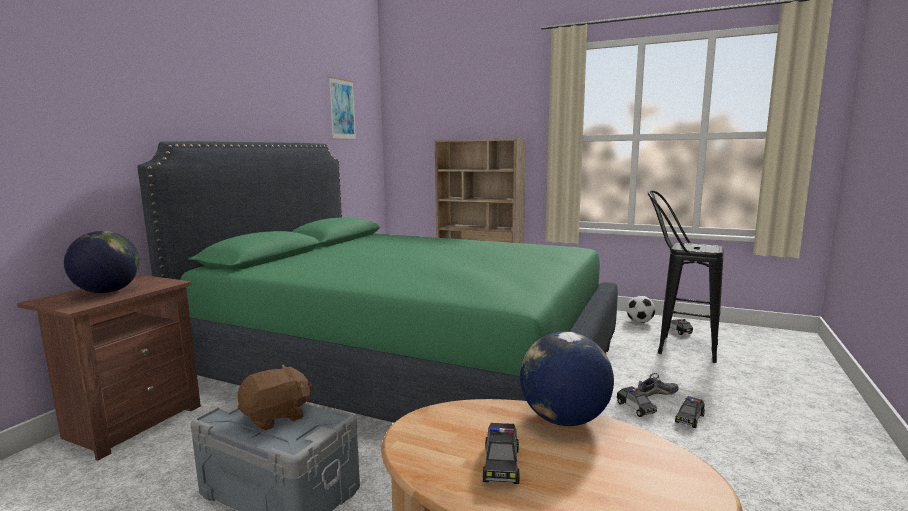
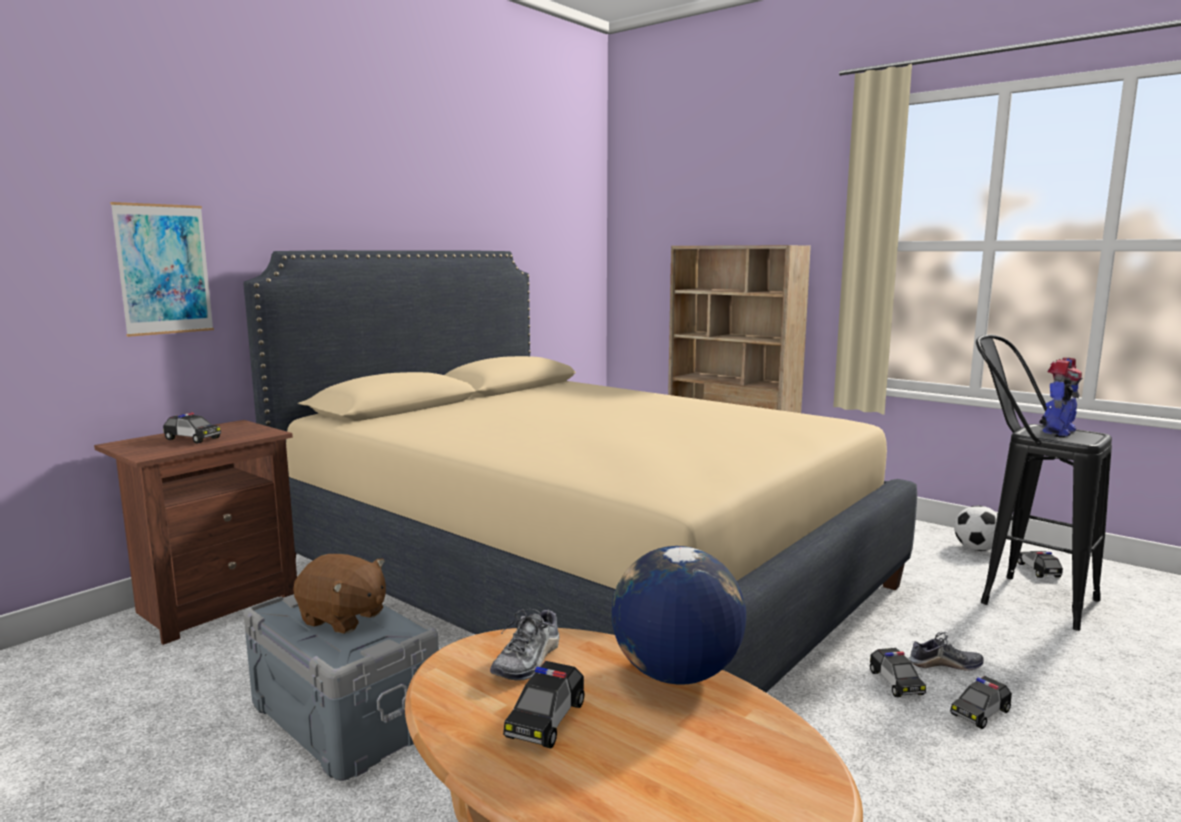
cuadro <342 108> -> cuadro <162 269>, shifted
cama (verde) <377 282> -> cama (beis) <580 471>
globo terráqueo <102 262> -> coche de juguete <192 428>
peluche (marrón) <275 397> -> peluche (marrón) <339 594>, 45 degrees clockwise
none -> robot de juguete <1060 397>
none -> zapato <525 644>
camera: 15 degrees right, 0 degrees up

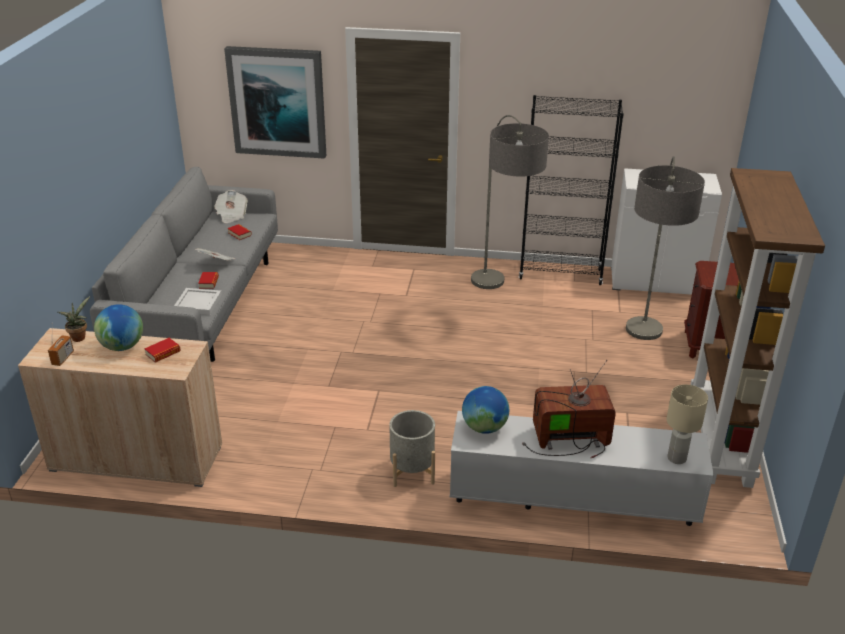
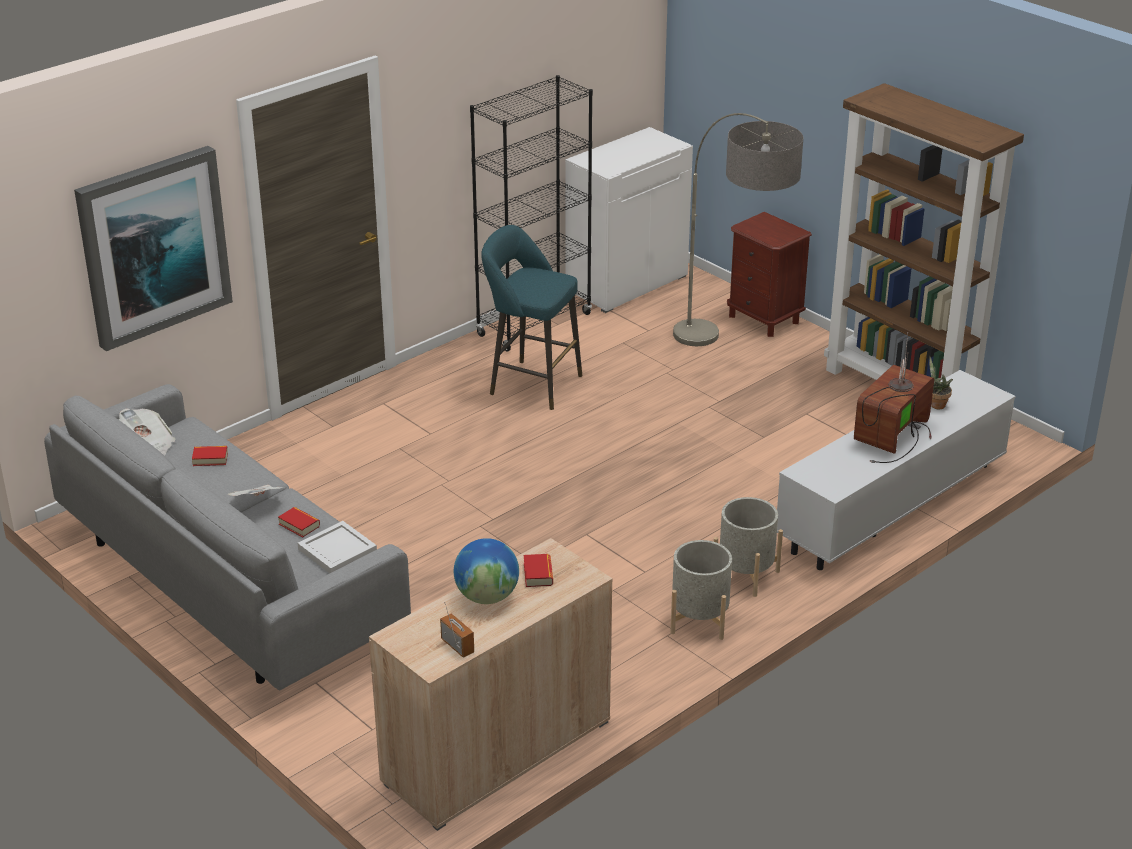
lámpara de pie <510 202> -> taburete (turquesa) <531 317>
planta en maceta <74 319> -> planta en maceta <941 382>, shifted
lámpara de mesa (beis) <687 424> -> none
globo terráqueo <485 410> -> none
none -> maceta (gris) <701 590>
camera: 50 degrees left, 0 degrees up

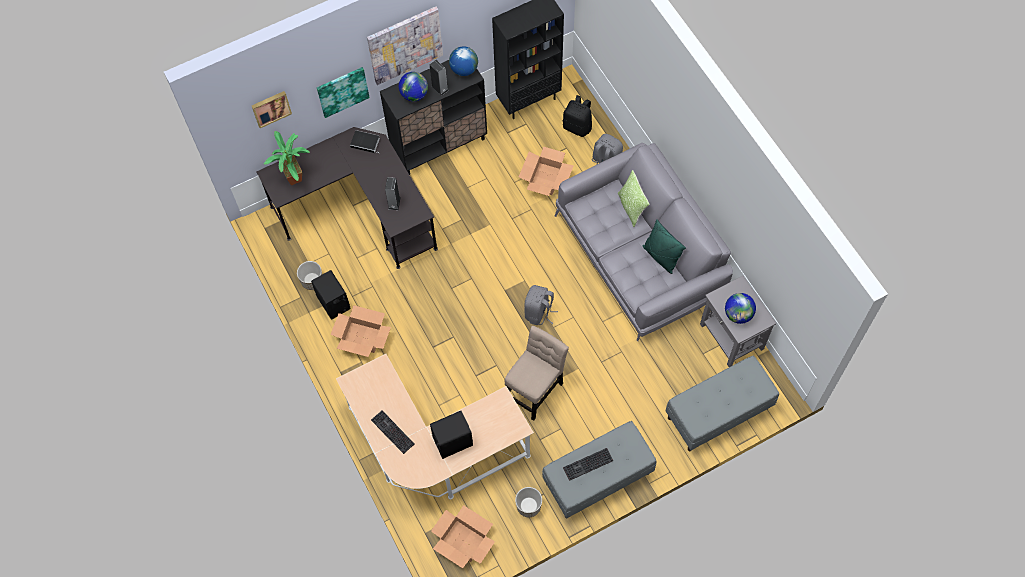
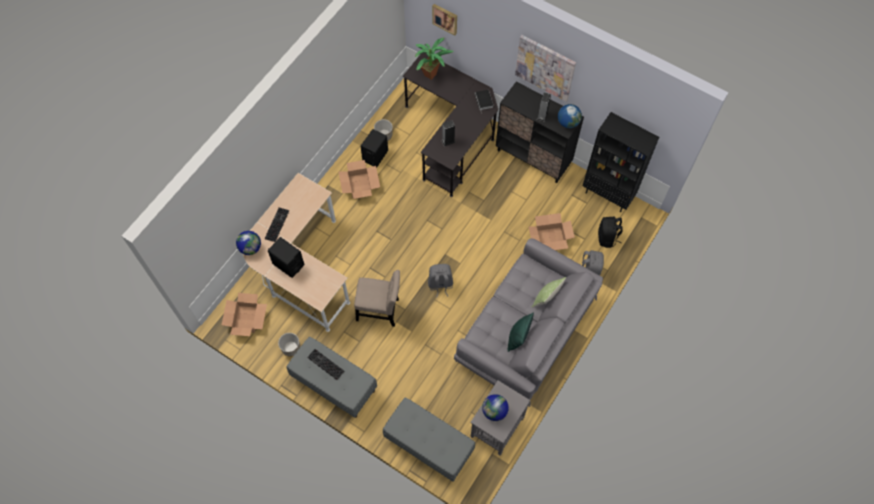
cuadro <343 92> -> none
globo terráqueo <413 86> -> globo terráqueo <248 243>, shifted
camera: 60 degrees right, 0 degrees up

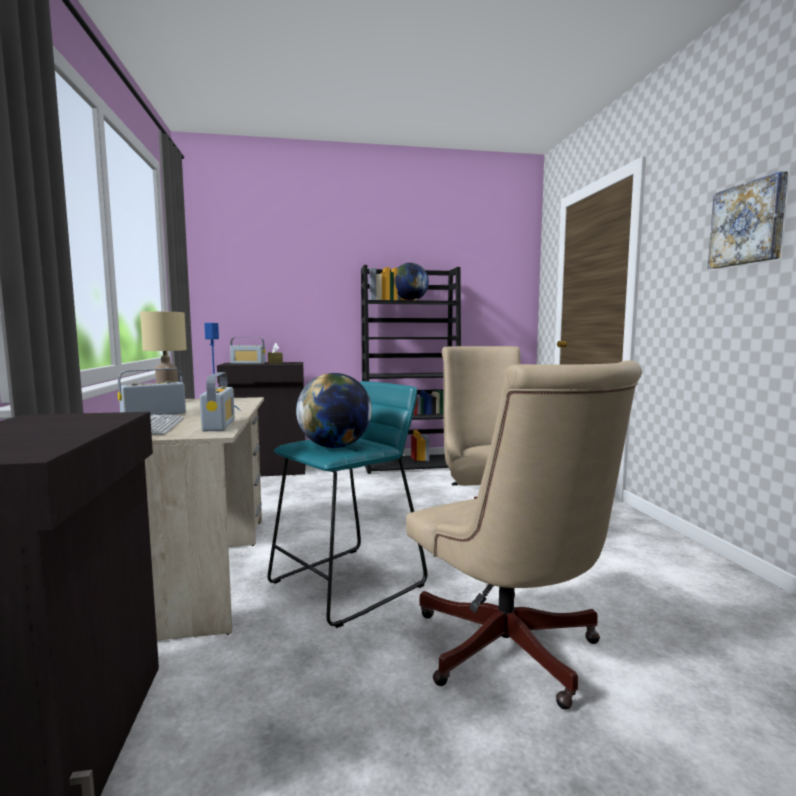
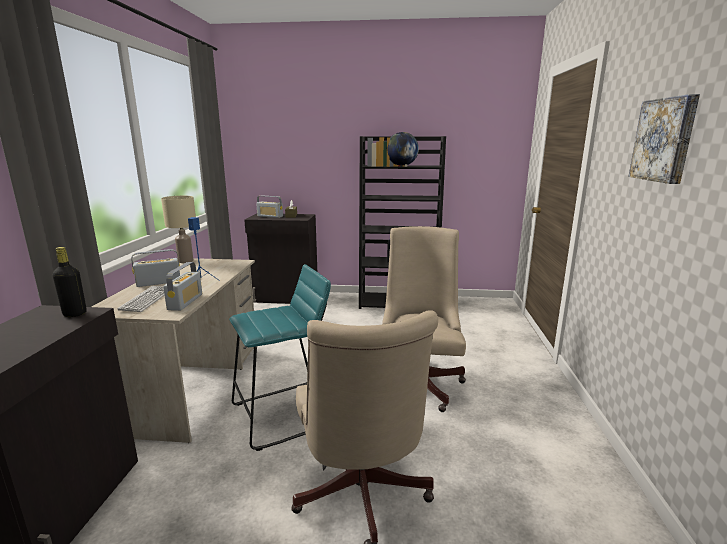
globo terráqueo <334 410> -> none
none -> botella (negro) <70 282>
camera: 15 degrees right, 10 degrees up

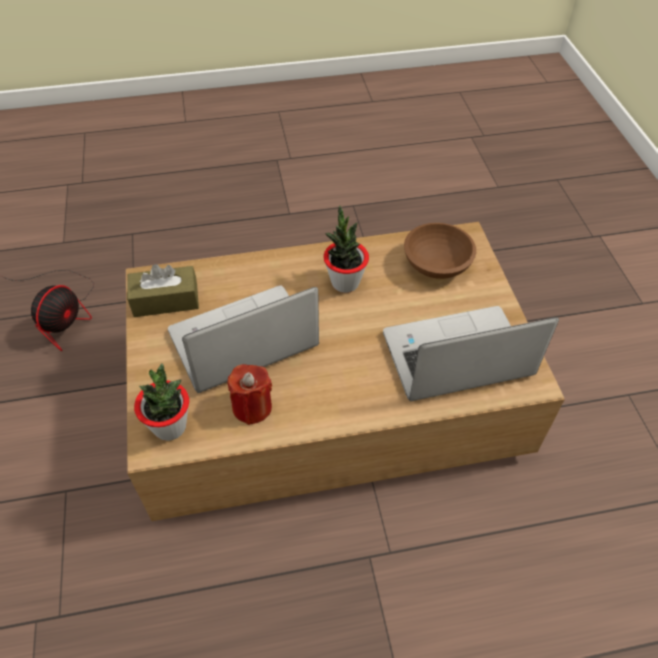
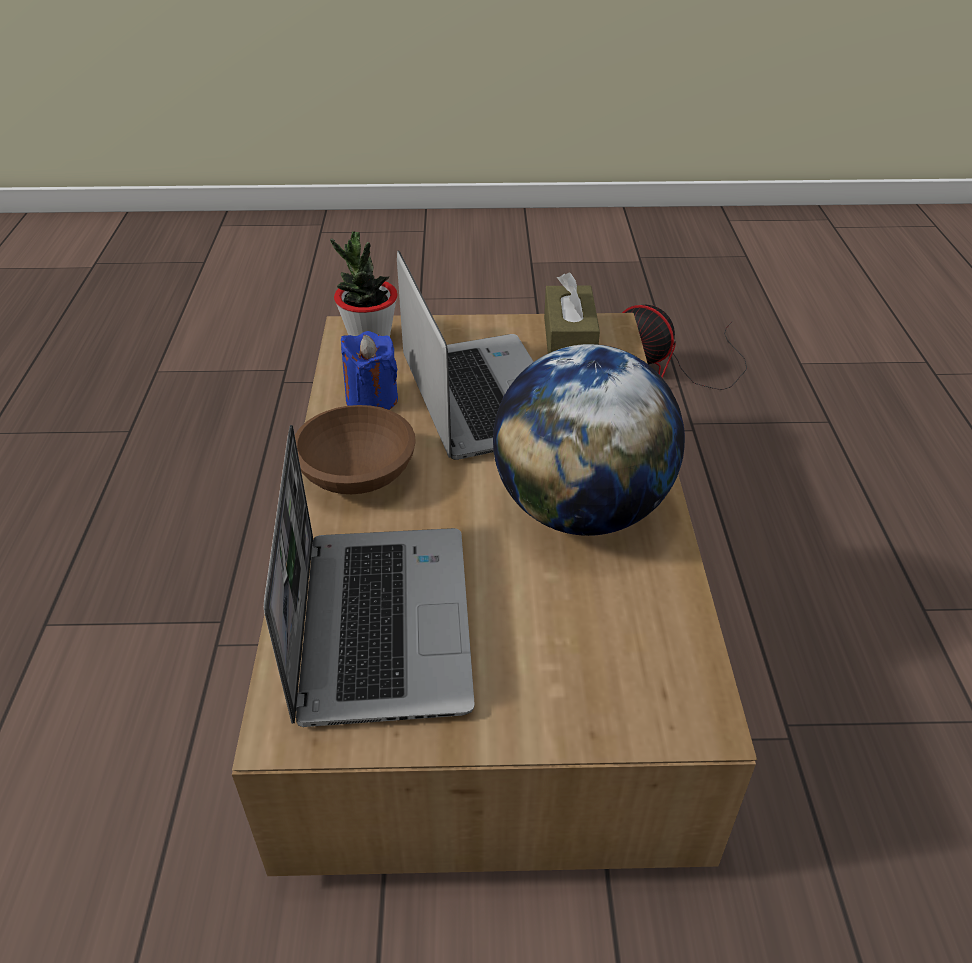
planta en maceta <346 249> -> globo terráqueo <589 440>
cuenco (marrón) <440 251> -> cuenco (marrón) <355 449>, shifted
vela (rojo) <250 394> -> vela (azul) <369 370>
camera: 100 degrees right, 10 degrees down

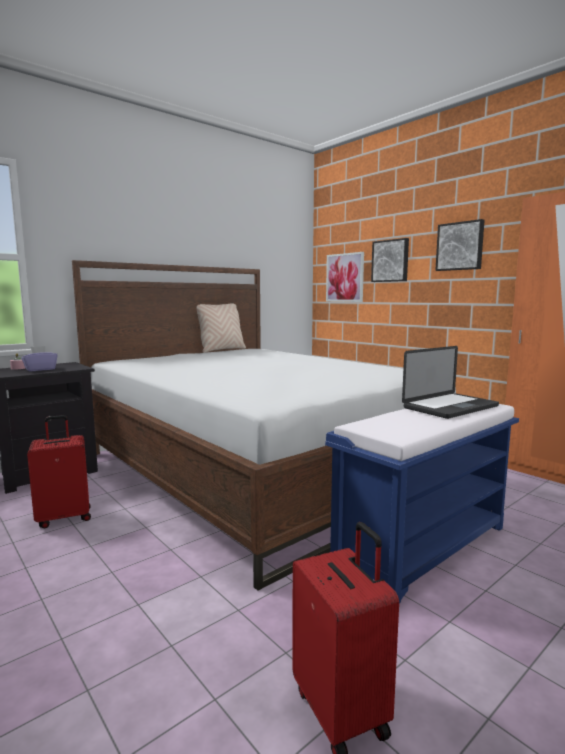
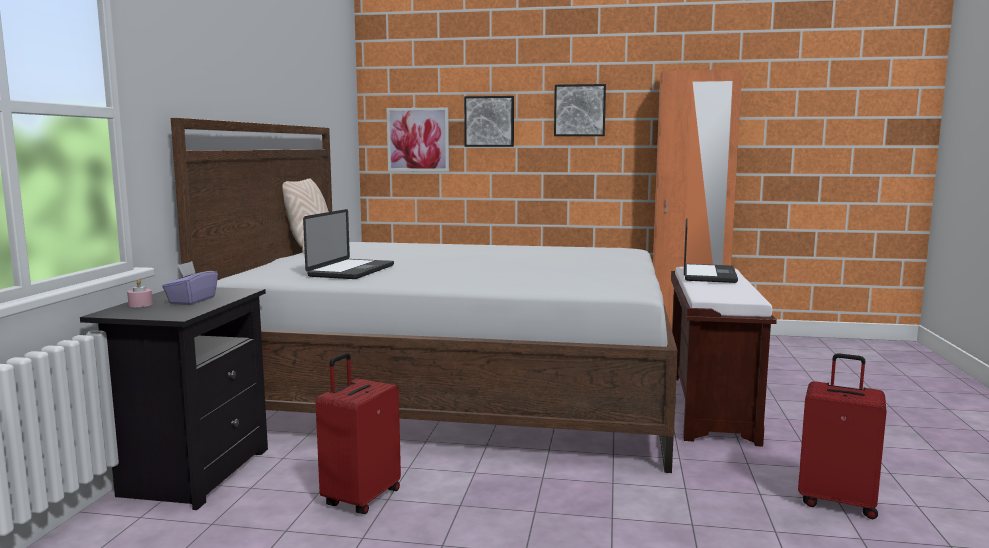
banco (azul) <422 503> -> banco (marrón) <724 357>
none -> portátil <348 244>
camera: 40 degrees left, 0 degrees up

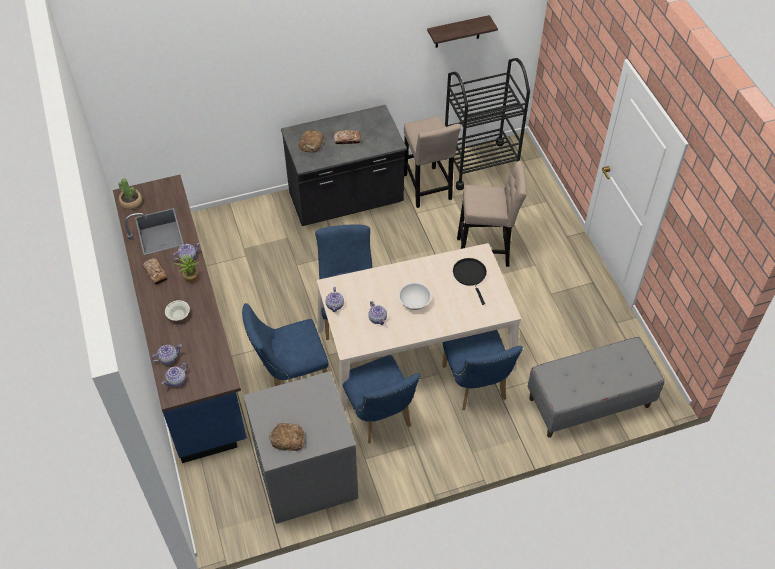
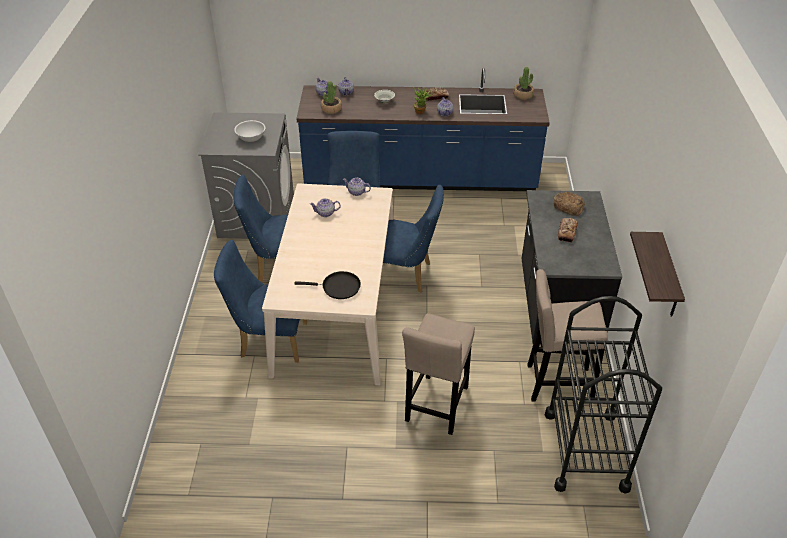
cuenco (blanco) <414 296> -> cuenco (blanco) <249 131>, shifted
banco (gris) <596 387> -> none
pan <287 437> -> none
none -> planta en maceta <331 97>
camera: 110 degrees right, 10 degrees down

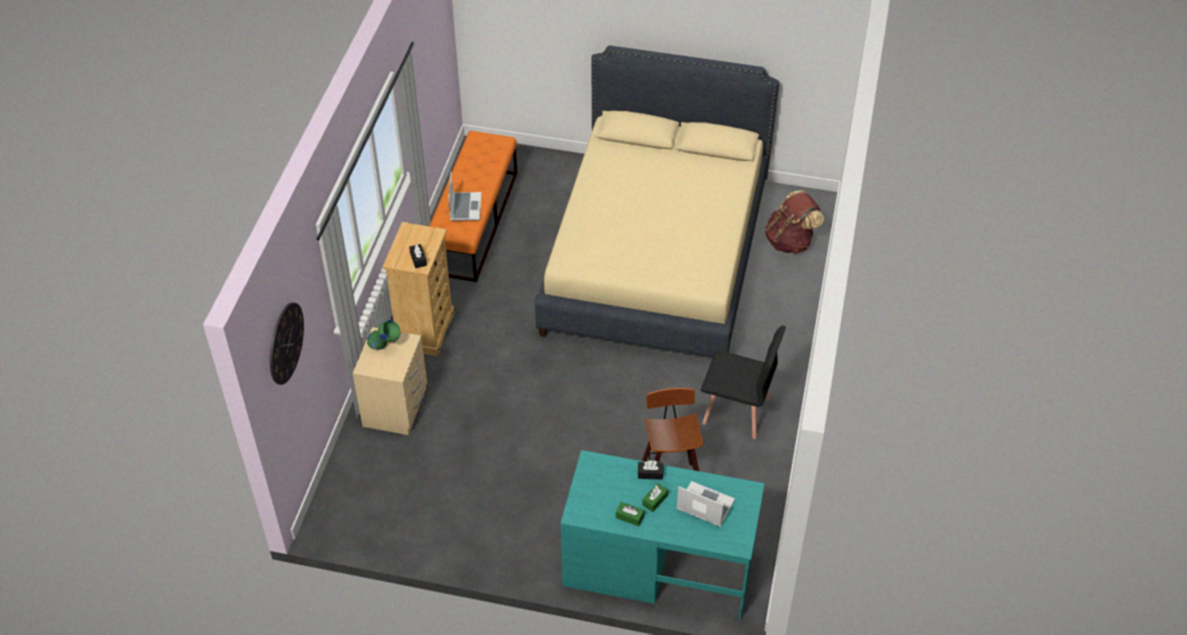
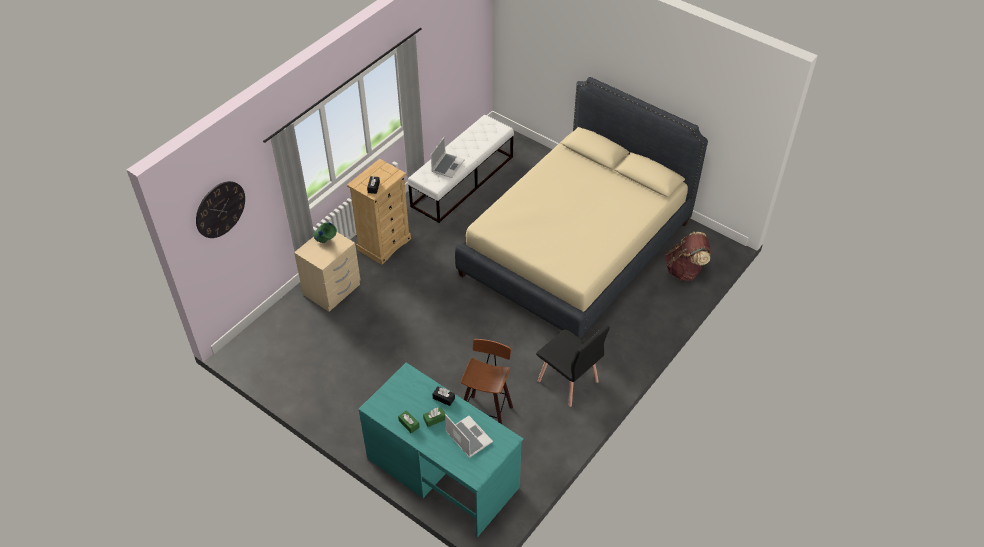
banco (naranja) <473 206> -> banco (blanco) <461 169>
camera: 25 degrees right, 0 degrees up

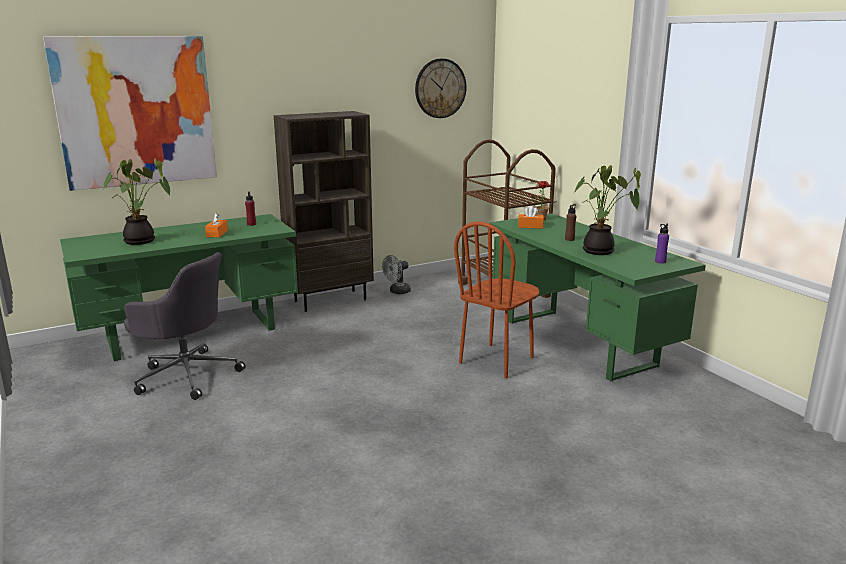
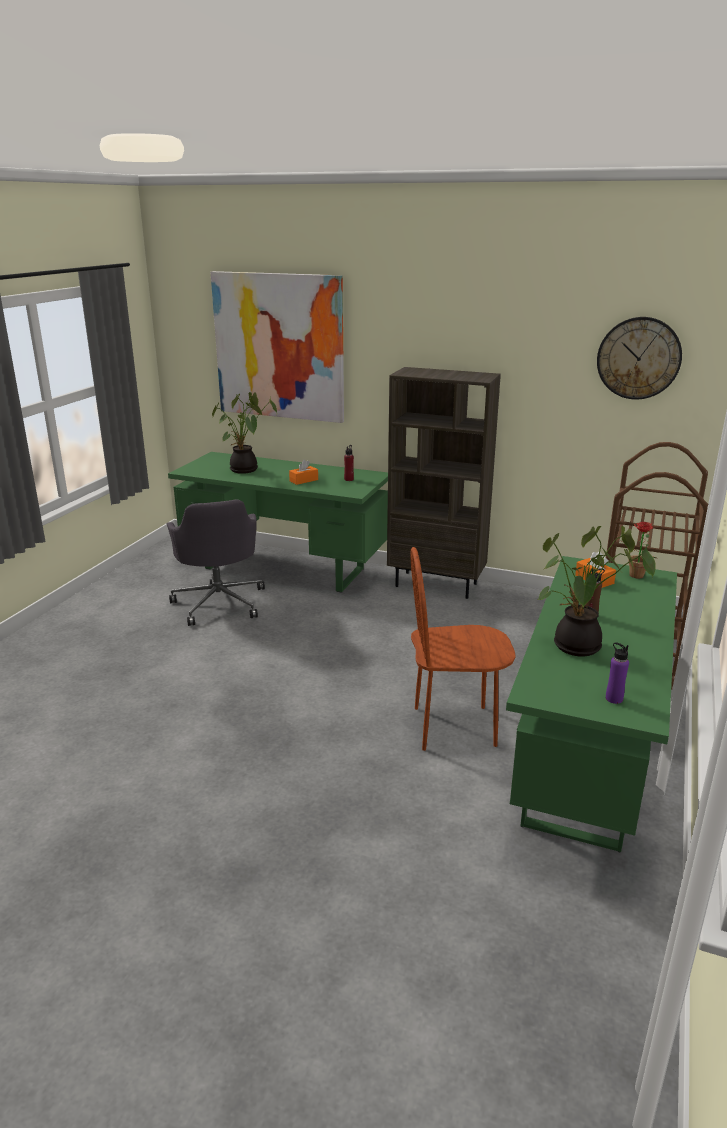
ventilador (gris) <396 274> -> none
camera: 50 degrees right, 5 degrees up

